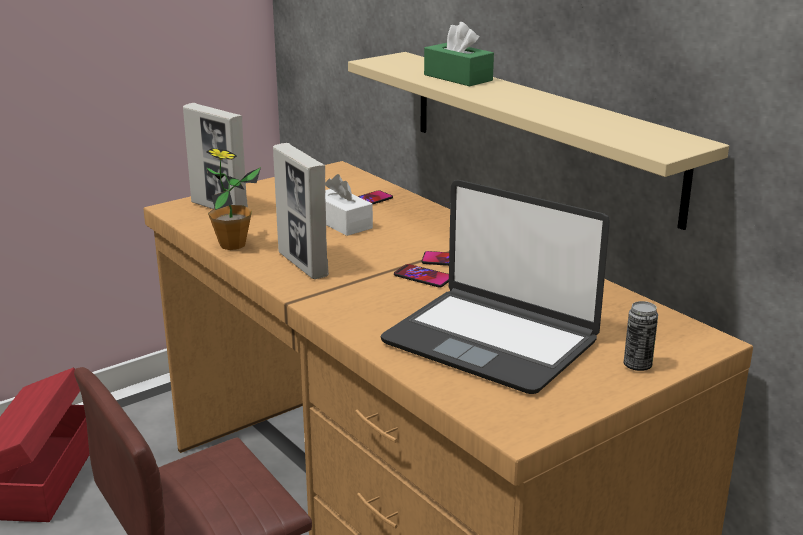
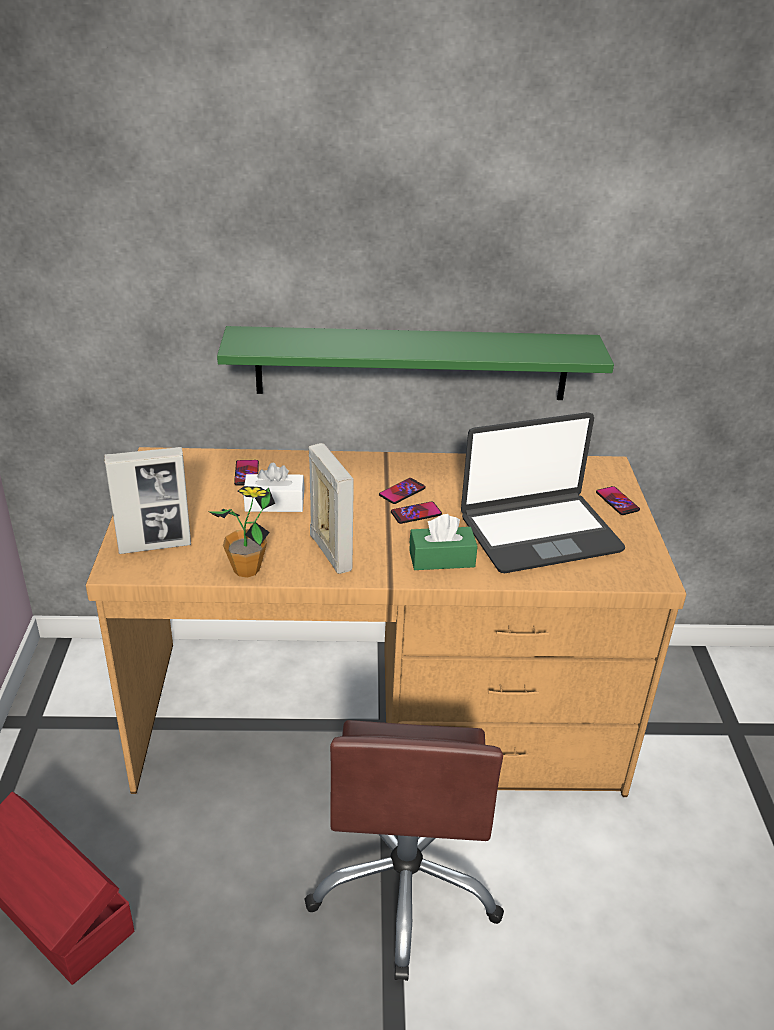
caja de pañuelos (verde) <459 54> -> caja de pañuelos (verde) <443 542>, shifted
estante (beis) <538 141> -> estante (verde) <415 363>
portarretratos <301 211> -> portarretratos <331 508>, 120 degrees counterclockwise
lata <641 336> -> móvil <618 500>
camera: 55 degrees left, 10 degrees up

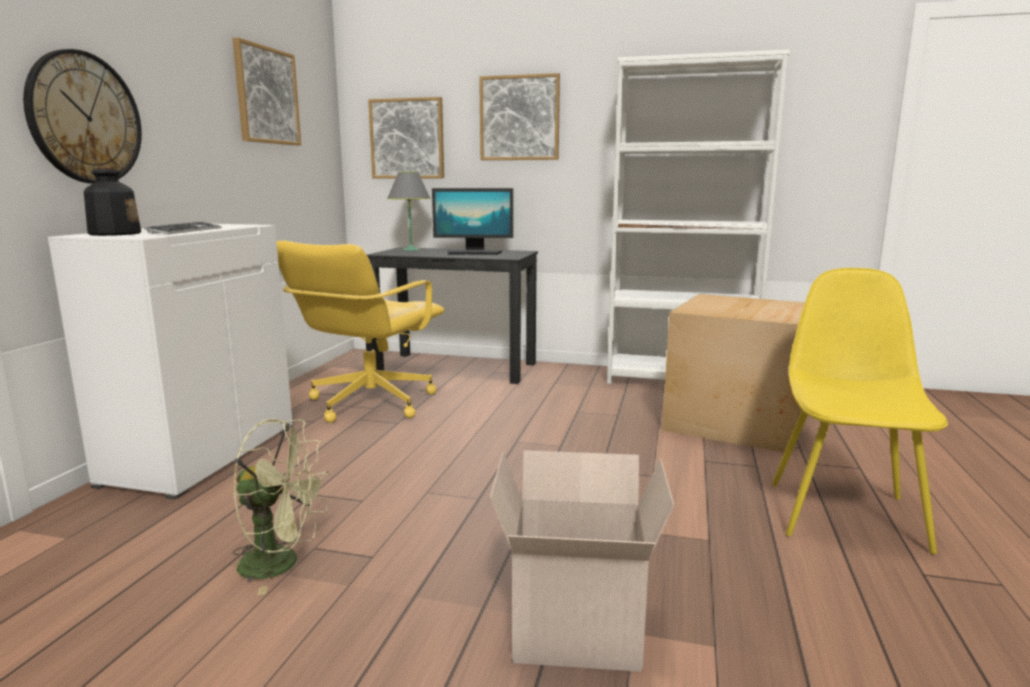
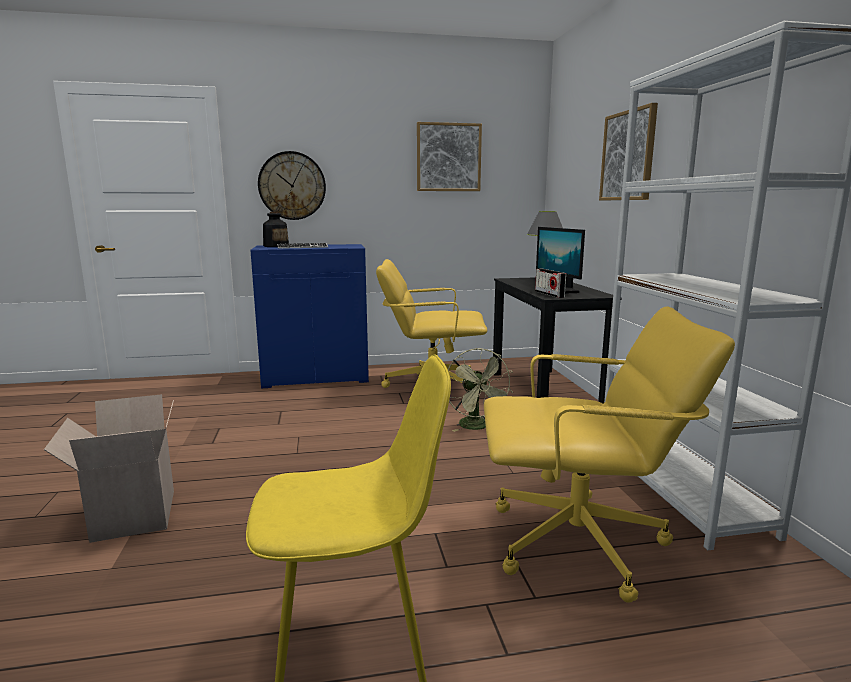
cuadro <406 137> -> none
armario (blanco) <170 362> -> armario (azul) <309 316>
caja de cartón <733 373> -> silla de oficina (amarillo) <609 454>
ventilador (verde) <281 507> -> ventilador (verde) <480 390>, shifted
none -> radio <550 283>
camera: 65 degrees right, 0 degrees up

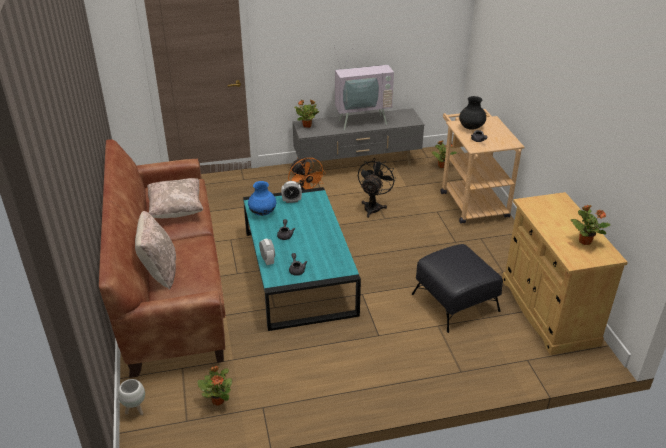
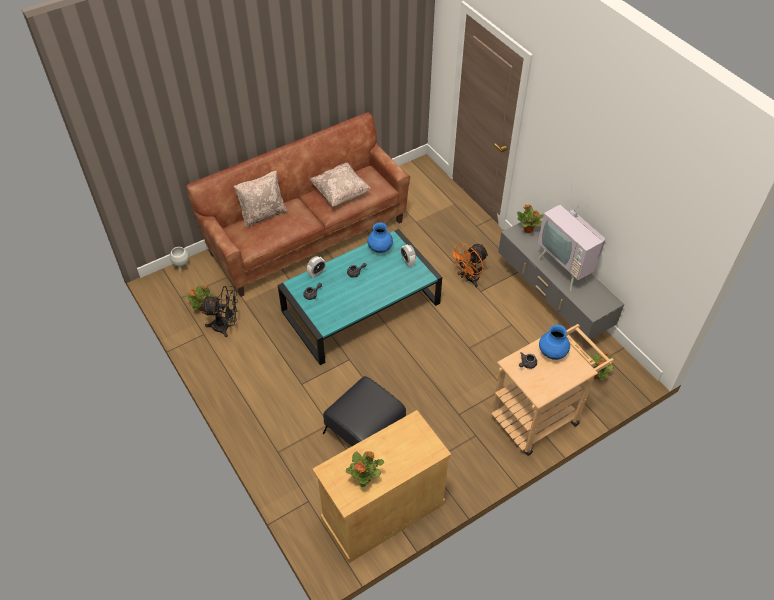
florero (negro) <472 113> -> florero (azul) <554 342>
ventilador (negro) <377 187> -> ventilador (negro) <219 311>, shifted
camera: 70 degrees right, 15 degrees up

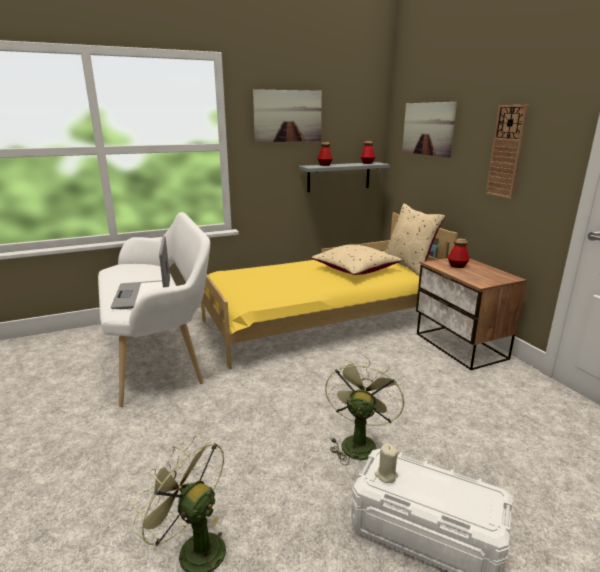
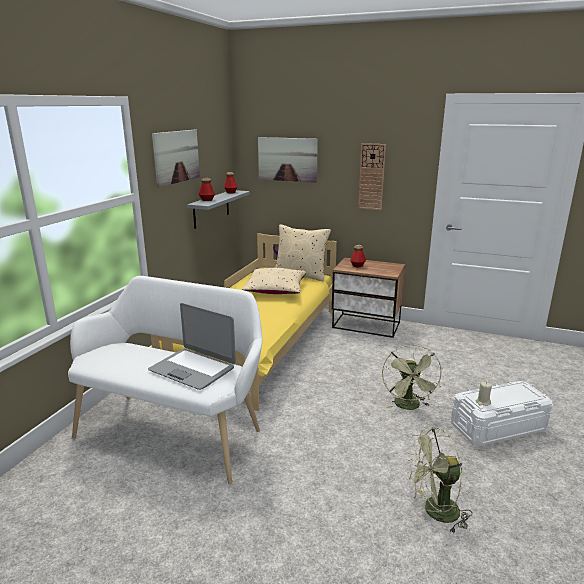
ventilador (verde) <364 411> -> ventilador (verde) <412 377>, 150 degrees counterclockwise
camera: 45 degrees left, 0 degrees up

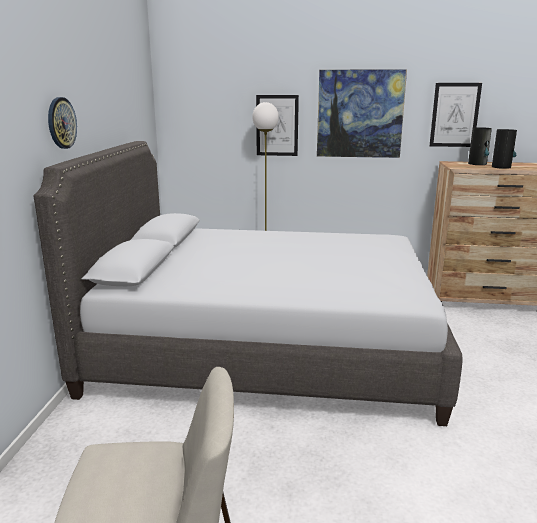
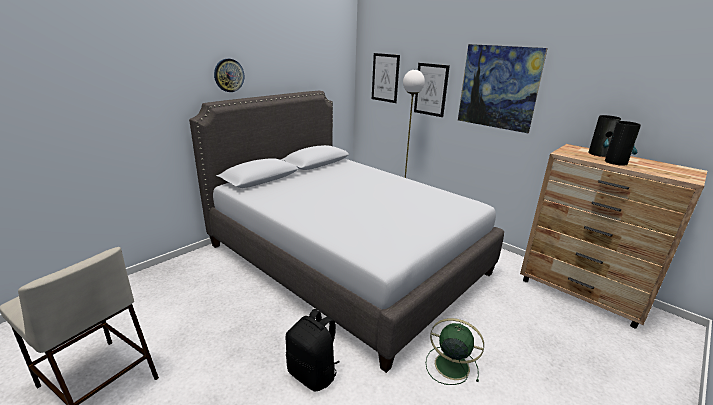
cuadro <456 115> -> cuadro <386 78>, shifted
none -> mochila (negro) <312 350>
none -> ventilador (verde) <455 351>
camera: 35 degrees right, 5 degrees up

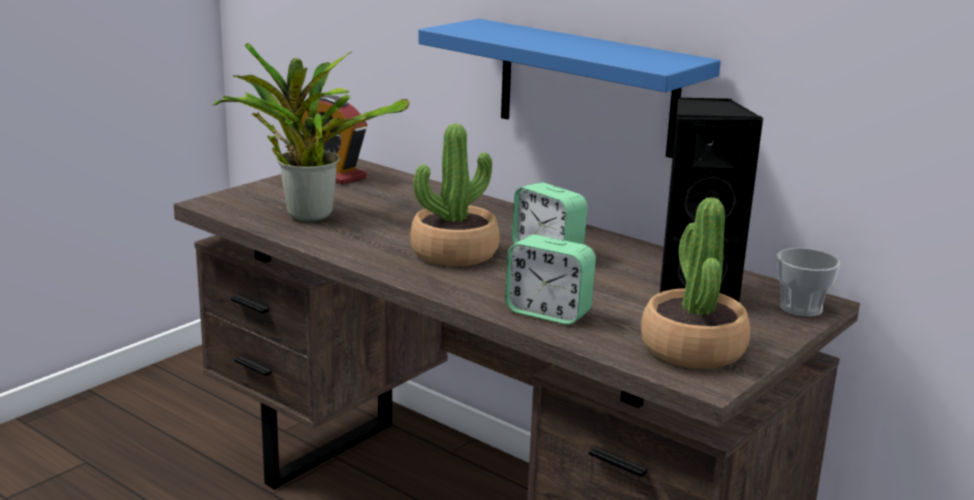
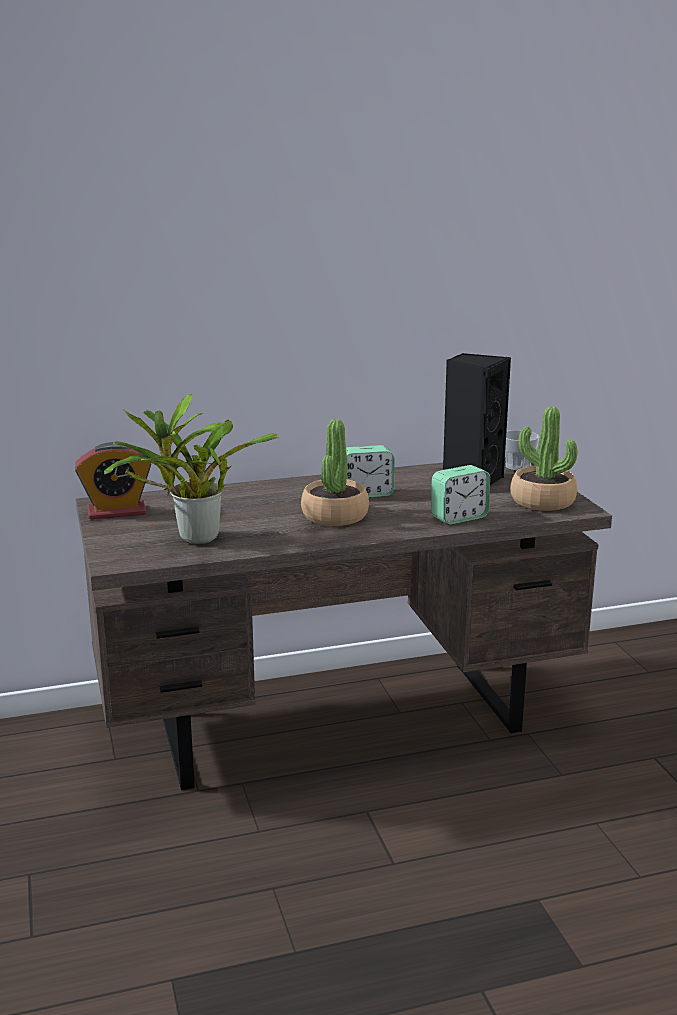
estante (azul) <569 88> -> none
camera: 55 degrees left, 0 degrees up

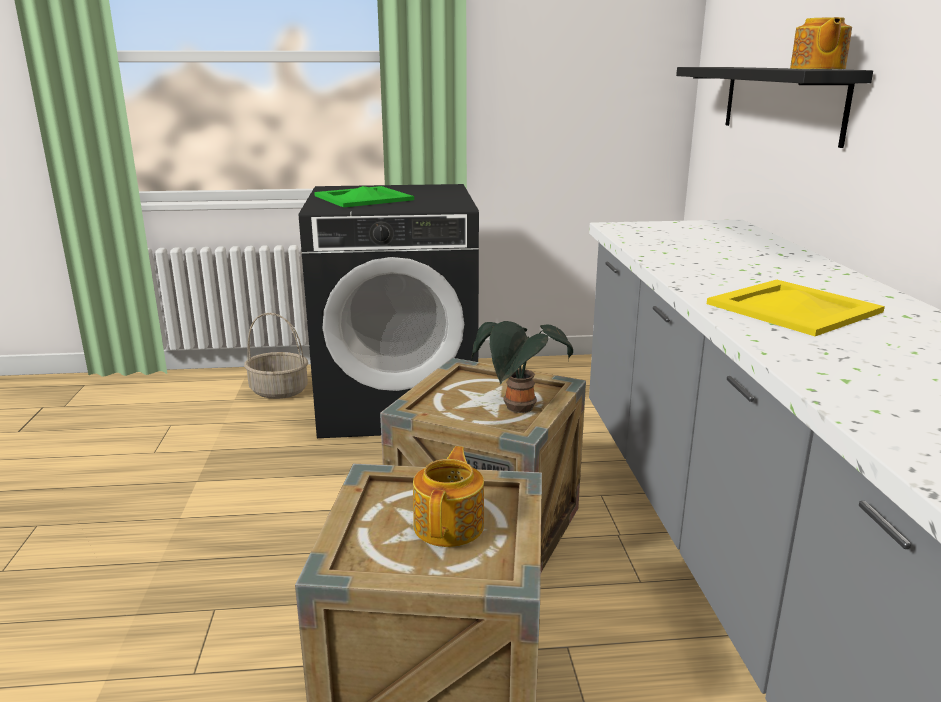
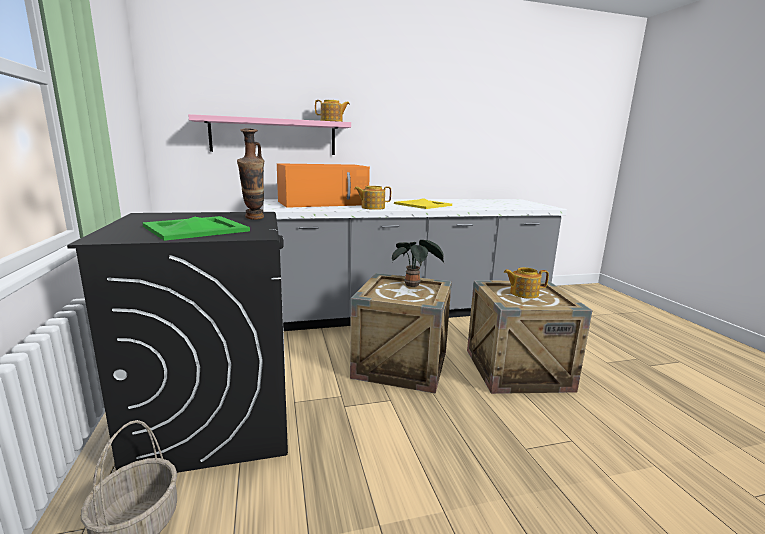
estante (negro) <774 107> -> estante (rosa) <269 134>
none -> florero <250 174>
none -> microondas (naranja) <323 185>
none -> tetera <372 198>
camera: 100 degrees left, 5 degrees down

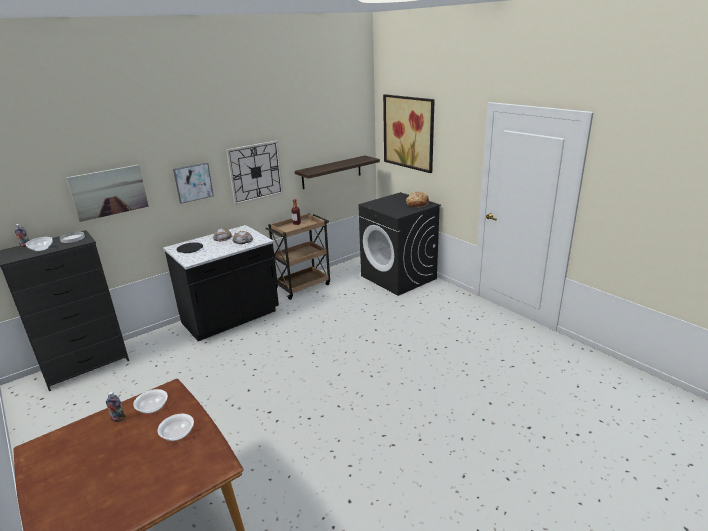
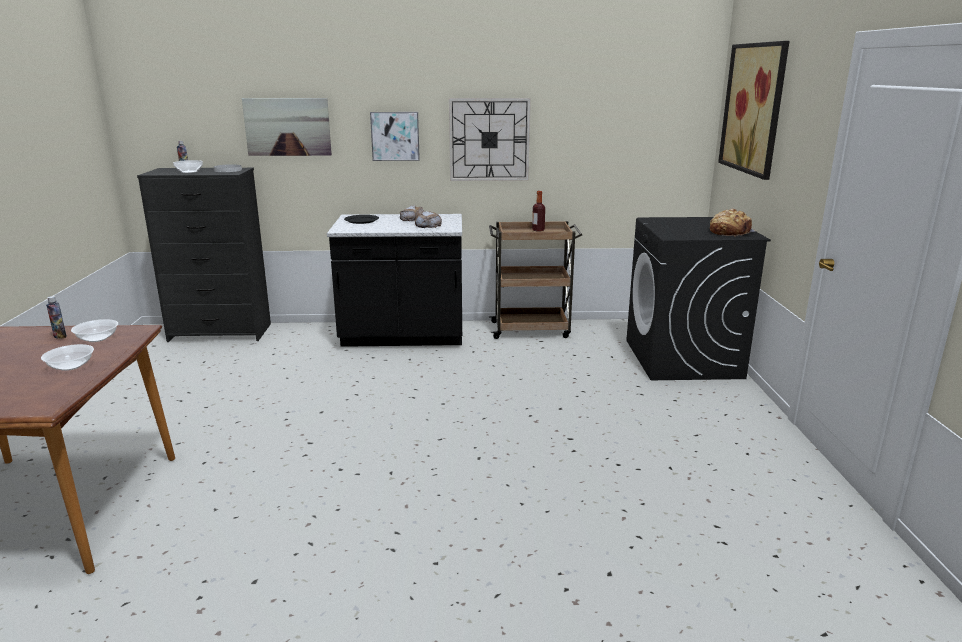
estante <337 172> -> none
camera: 35 degrees right, 5 degrees down

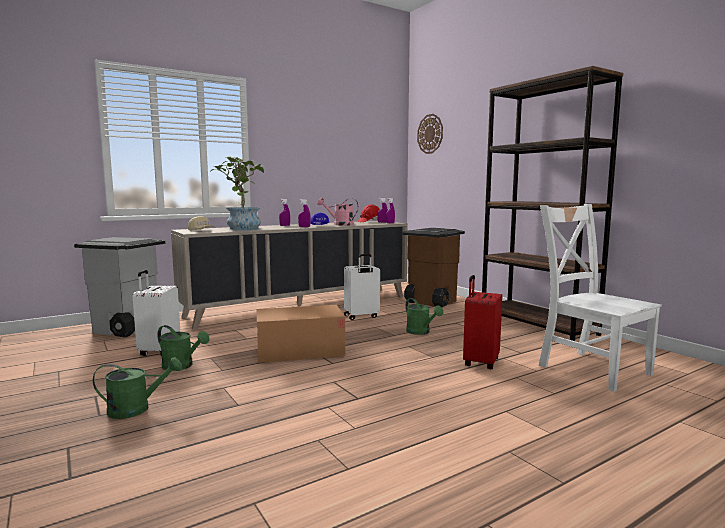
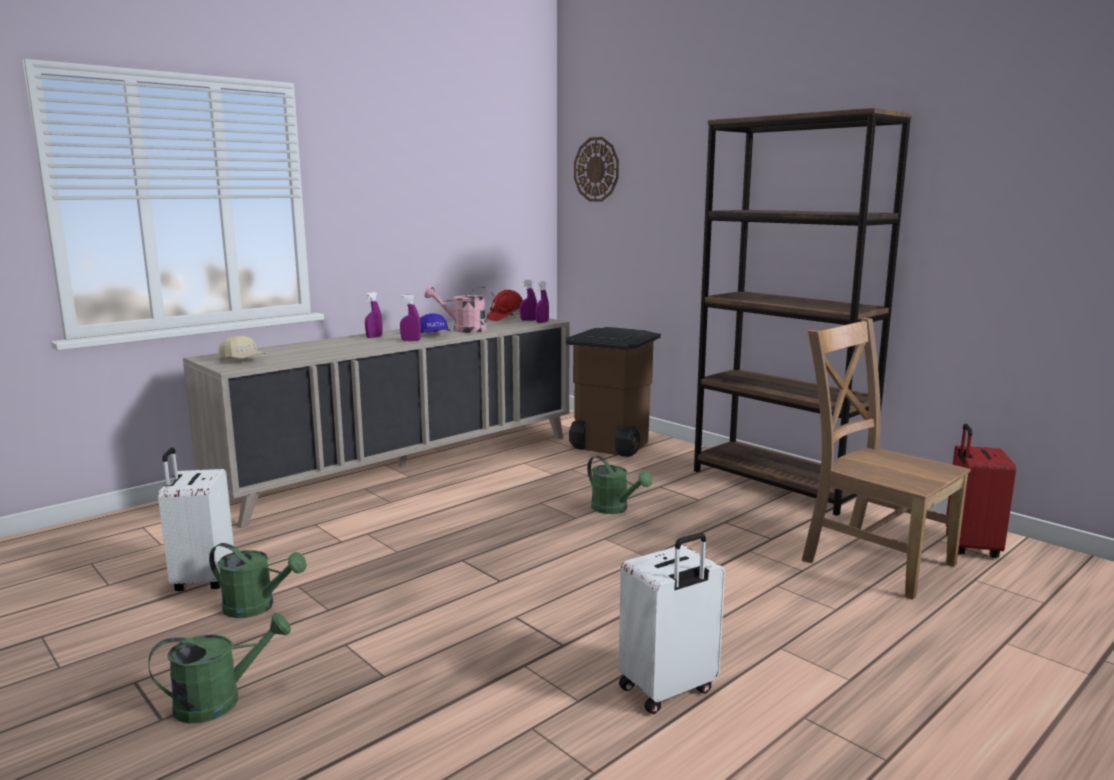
planta en maceta <237 193> -> none
silla (blanco) <600 298> -> silla (marrón) <886 459>
papelera (gris) <119 287> -> none
maleta (blanco) <362 287> -> maleta (blanco) <672 623>, shifted
maleta (rojo) <482 322> -> maleta (rojo) <981 491>, shifted
caja de cartón <300 334> -> none
camera: 10 degrees left, 5 degrees up

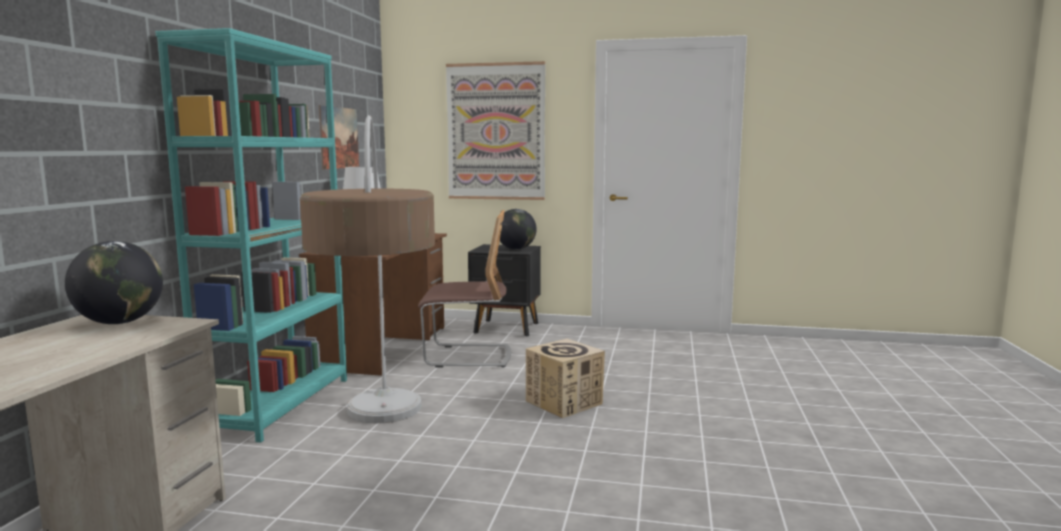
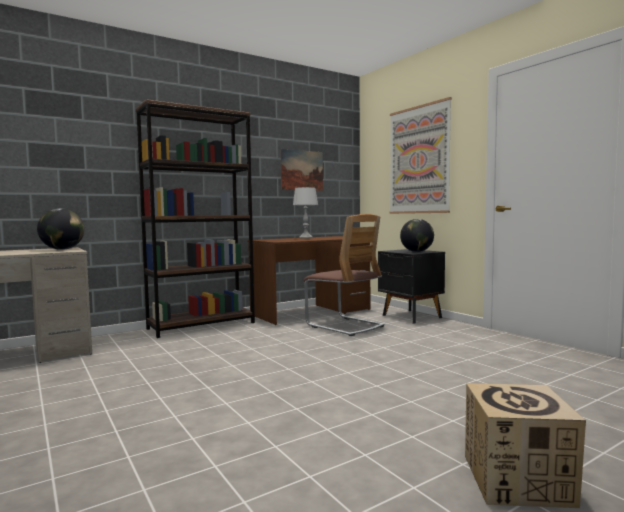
estantería (turquesa) <251 235> -> estantería (marrón) <195 218>
lámpara de pie <367 269> -> none
caja de cartón <565 378> -> caja de cartón <525 445>, shifted
camera: 45 degrees right, 5 degrees down

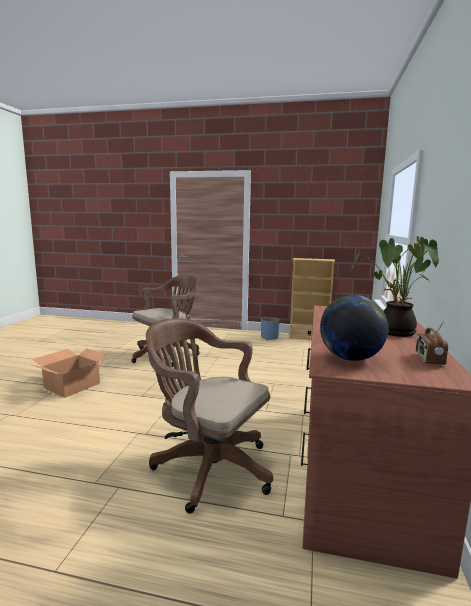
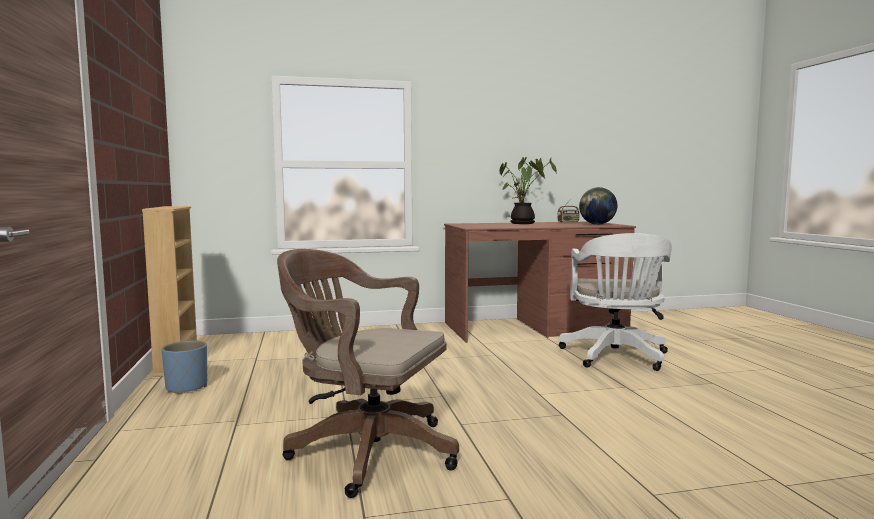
silla de oficina (marrón) <209 416> -> silla de oficina (blanco) <615 302>
caja de cartón <70 373> -> none
camera: 115 degrees left, 5 degrees down

